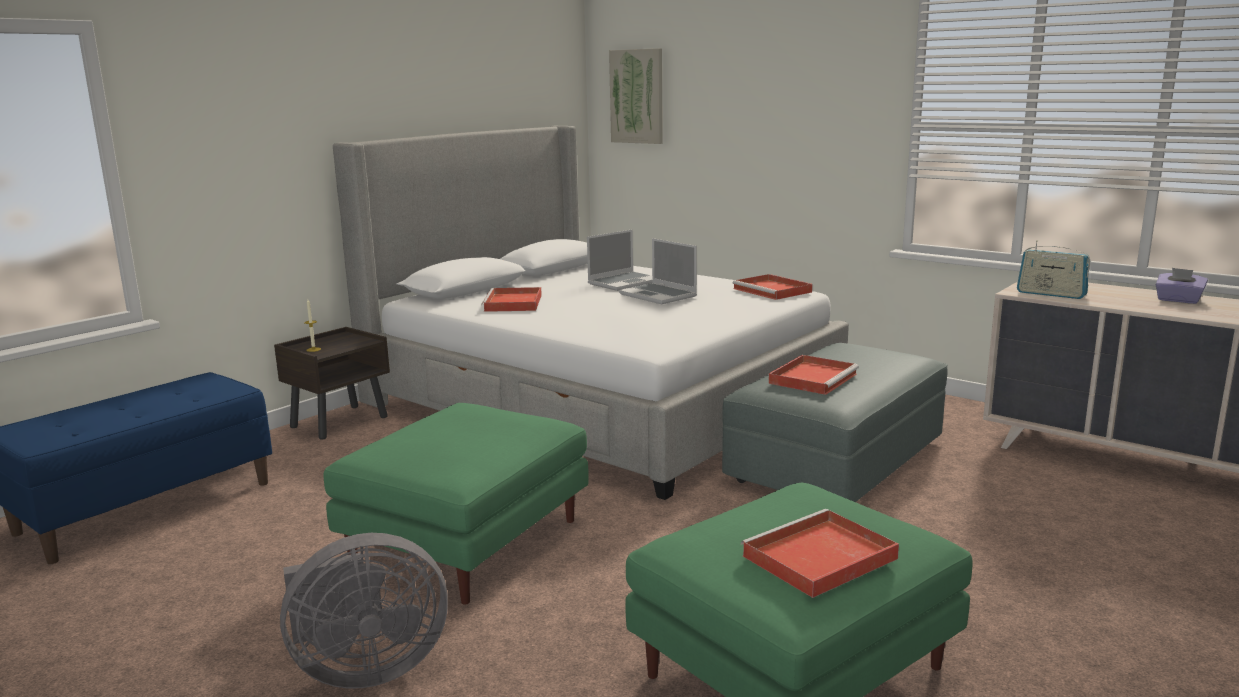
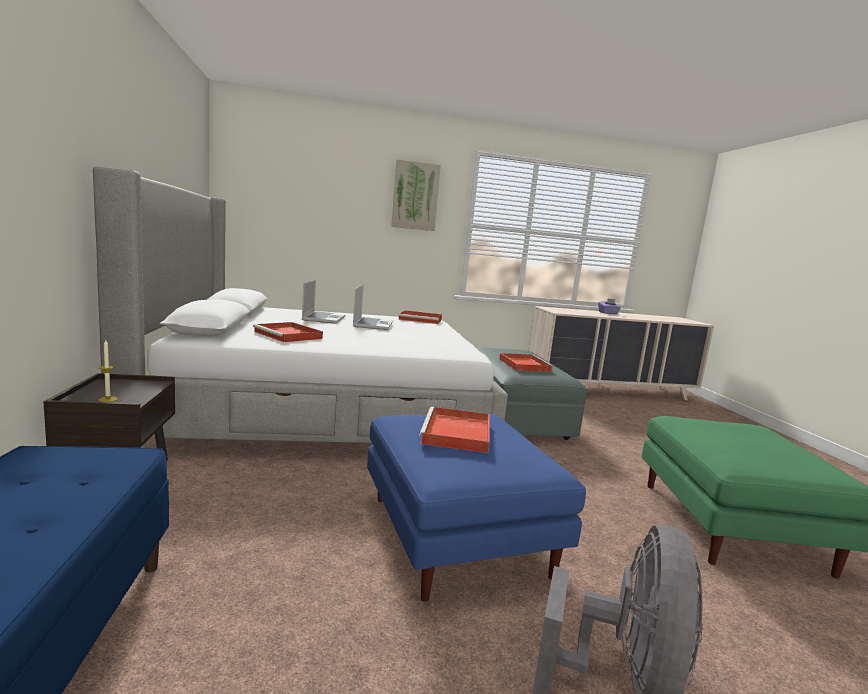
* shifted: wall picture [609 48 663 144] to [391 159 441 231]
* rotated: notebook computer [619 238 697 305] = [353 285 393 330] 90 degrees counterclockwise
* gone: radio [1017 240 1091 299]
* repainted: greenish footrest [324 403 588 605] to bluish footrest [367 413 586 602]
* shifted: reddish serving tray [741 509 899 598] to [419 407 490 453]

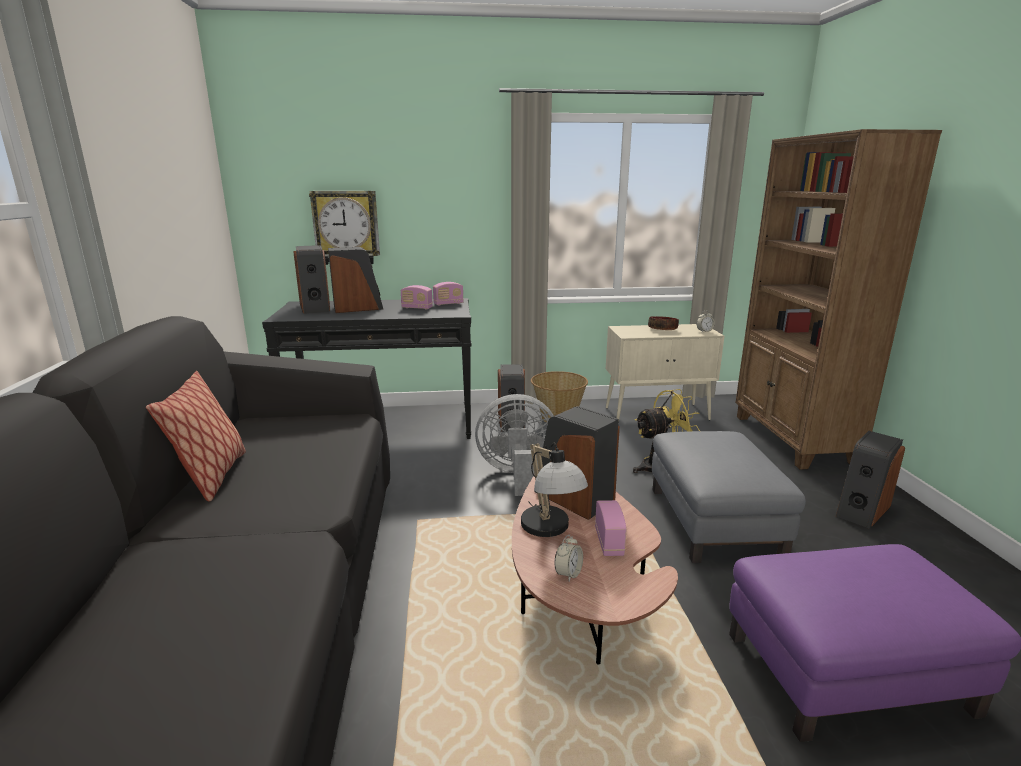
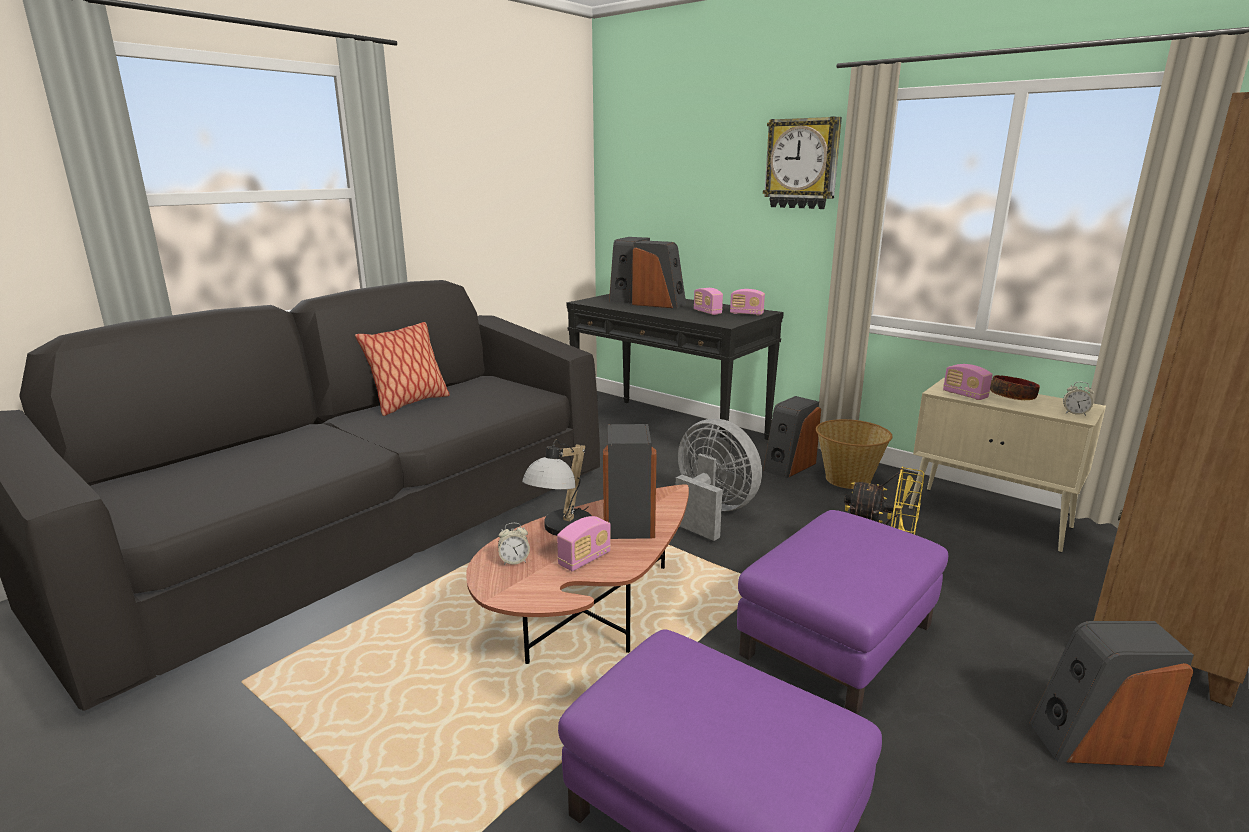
* shifted: wall clock [309 191 380 265] to [763 117 842 209]
* repainted: greyish footrest [652 431 806 563] to purplish footrest [737 510 948 714]
* new: radio [943 364 993 400]

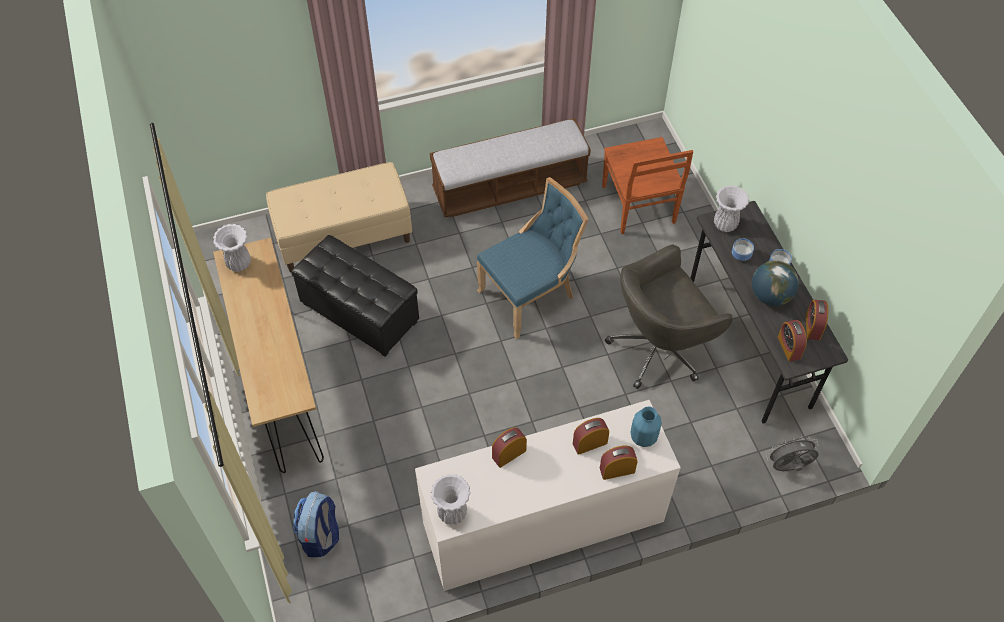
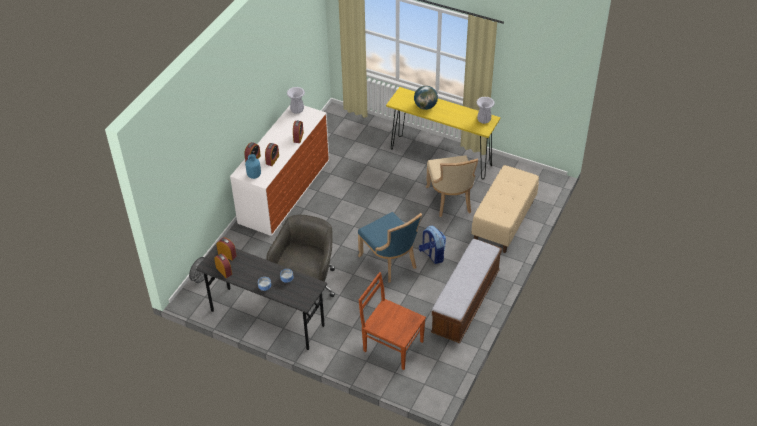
* rotated: bluish plain chair [477 177 589 339] = [358 212 422 282] 45 degrees counterclockwise
* gone: white-coloured flower vase [714 185 749 232]
* swapped: blackish footrest [291 235 419 357] to beige-coloured plain chair [426 155 478 217]
* repainted: brownish console table [213 238 324 473] to yellowish console table [386 87 500 179]
* shifted: desk globe [752 260 799 306] to [414 86 438 110]
* shifted: rucksack [293 491 339 557] to [419 226 446 264]

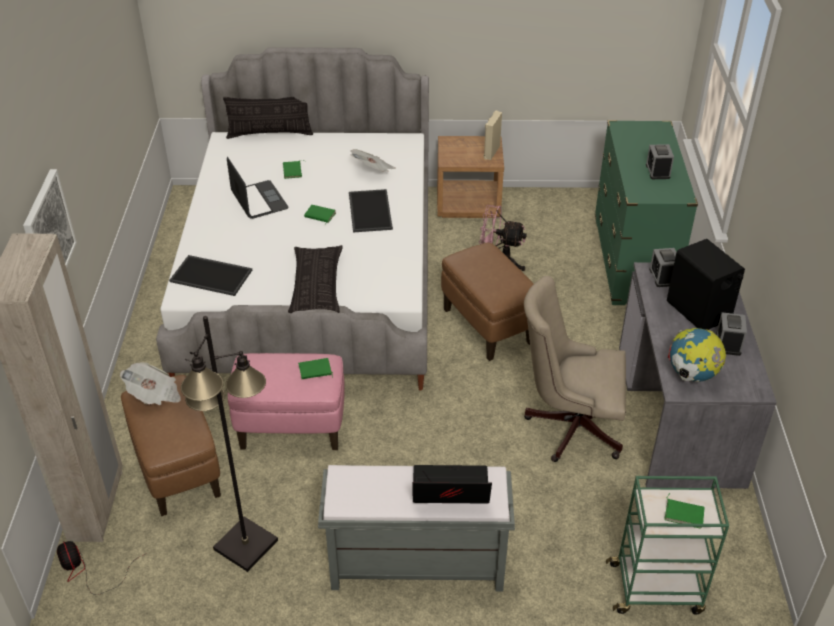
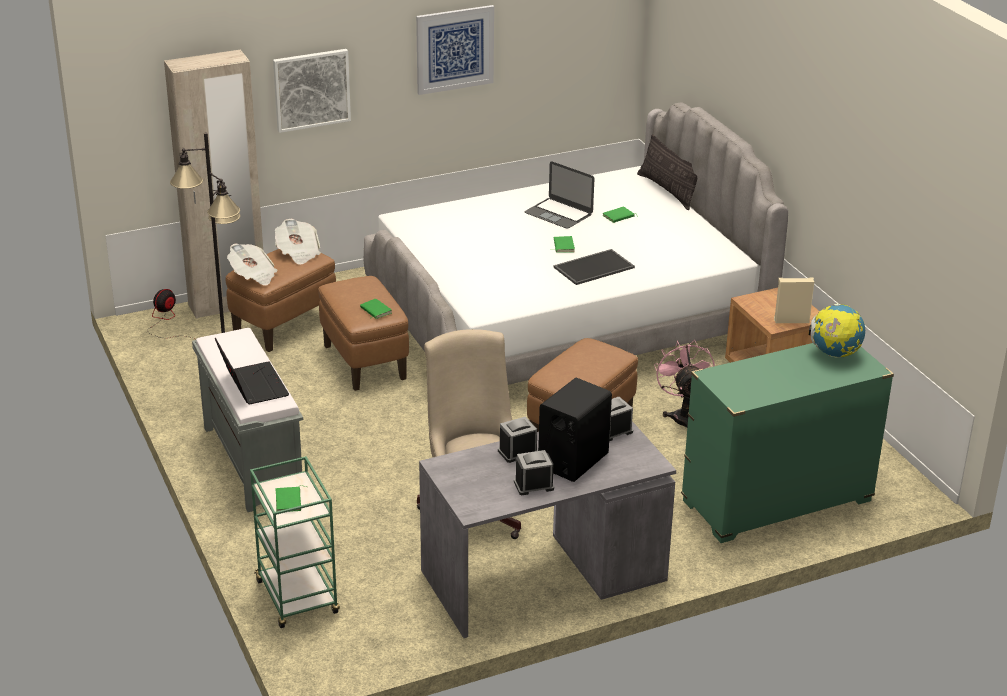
* shifted: alarm clock [646 144 674 179] to [498 417 538 463]
* shifted: newspaper [350 149 396 172] to [227 243 278 286]
* rotated: notebook computer [227 157 289 219] = [525 161 594 229] 90 degrees clockwise
* gone: cushion [288 245 343 313]
* gone: serving tray [169 255 252 296]
* shifted: desk globe [668 328 726 382] to [809 303 865 358]
* repainted: pink-coloured footrest [228 353 345 450] to brownish footrest [318 276 409 391]
* new: wall picture [416 5 494 95]

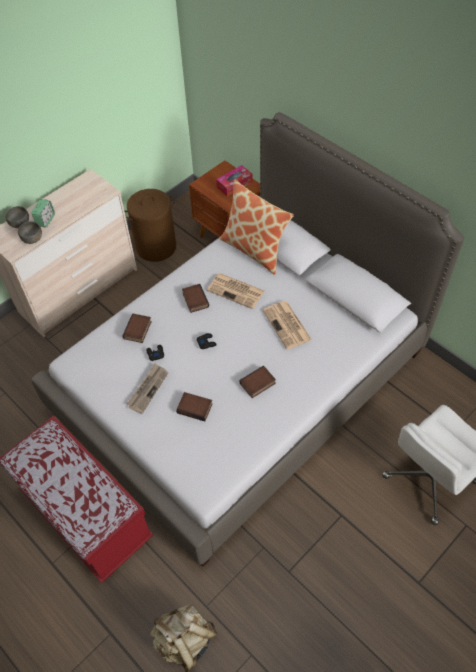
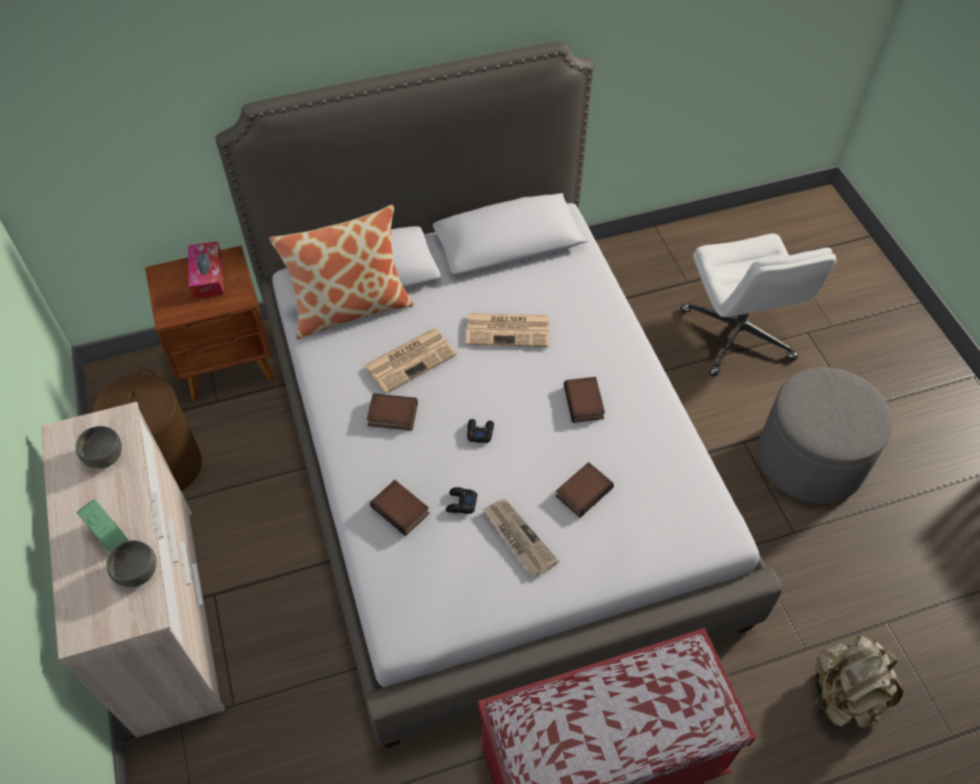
* shifted: greyish deep dish [5 206 29 228] to [76 426 122 469]
* new: greyish footrest [758 367 892 504]

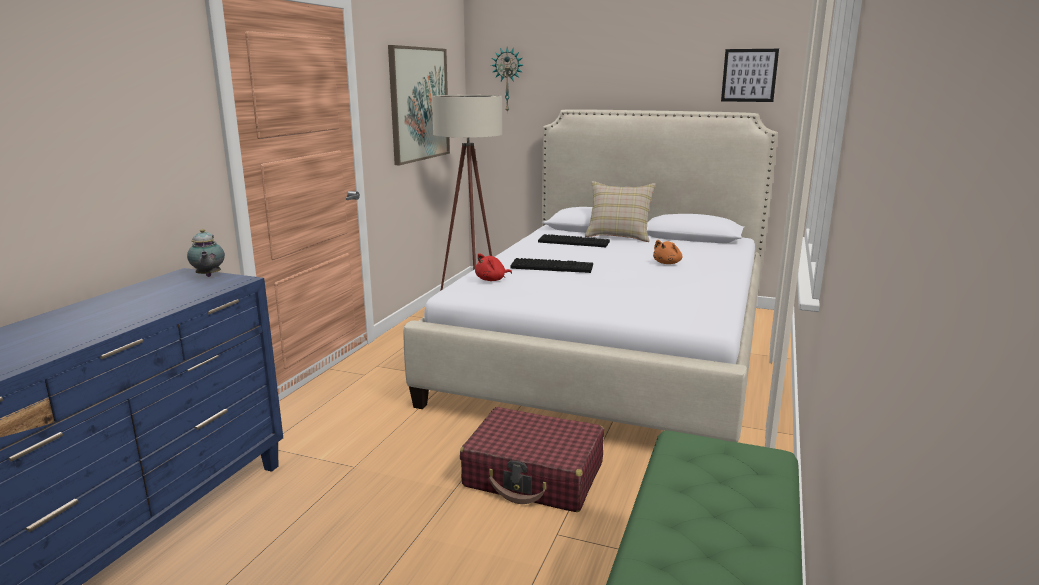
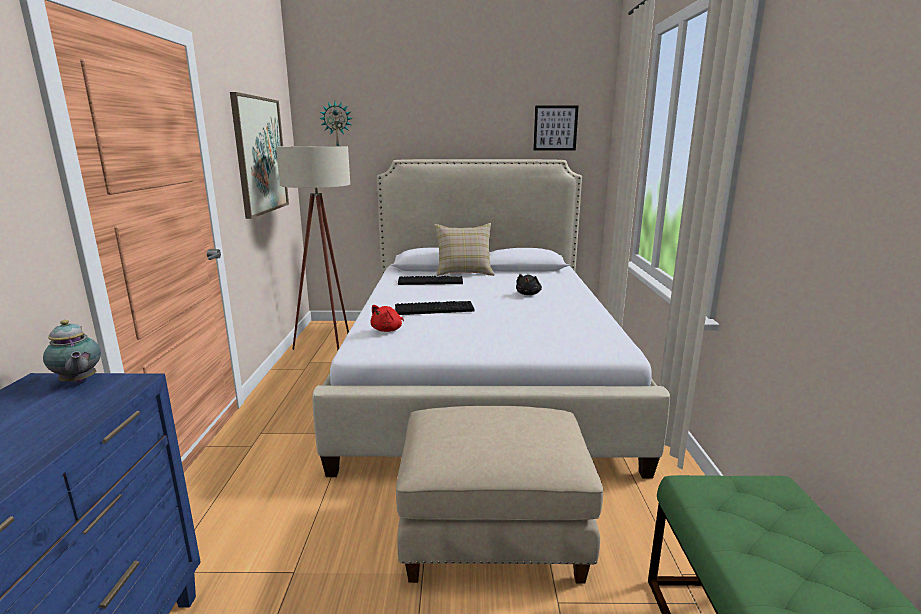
* repainted: orange-coloured cuddly toy [653 240 682 264] to blackish cuddly toy [516 274 542 295]
* swapped: reddish suitcase [460 407 604 512] to beige-coloured footrest [396 406 603 584]

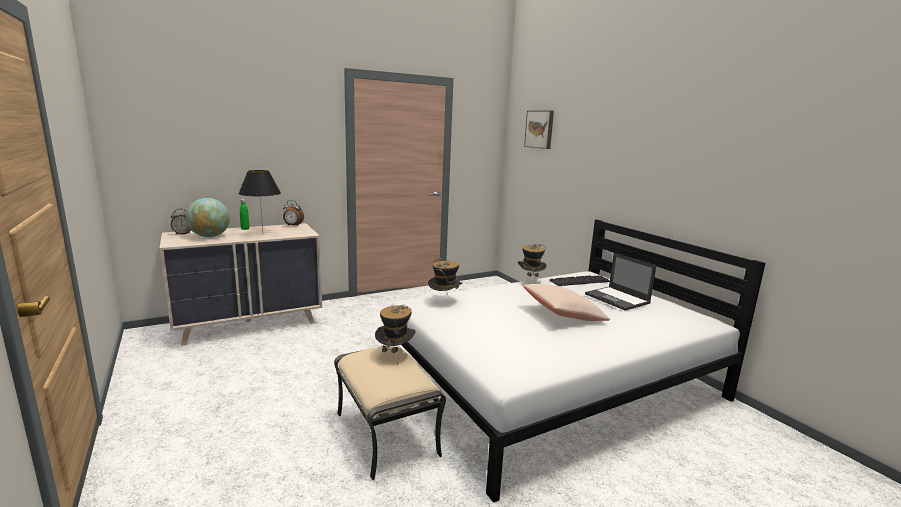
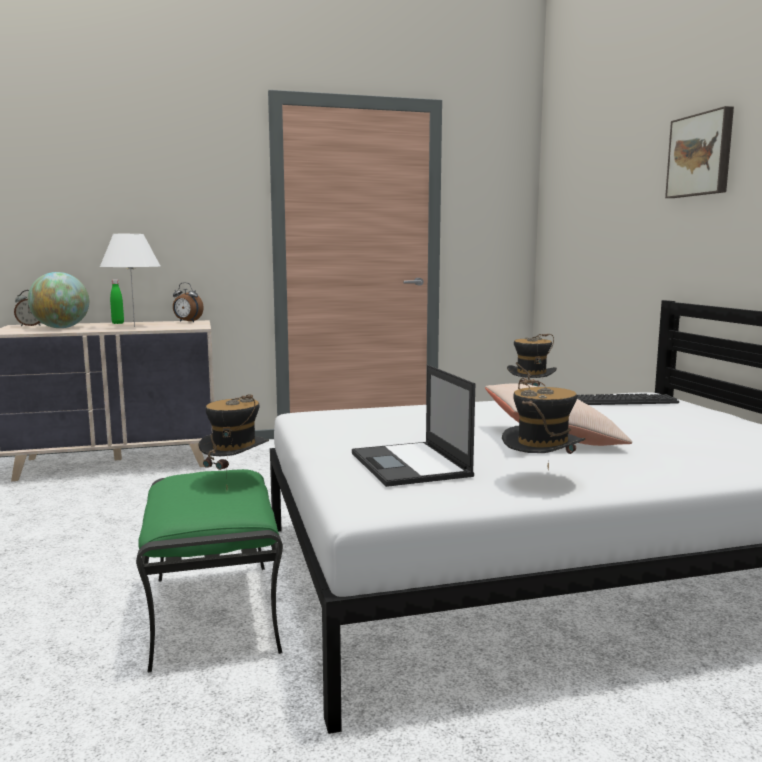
* shifted: wall picture [524 111 554 149] to [665 106 734 198]
* repainted: blackish table lamp [238 170 281 233] to white-coloured table lamp [100 234 161 327]
* shifted: notebook computer [585 253 656 310] to [352 365 475 487]
* shifted: hat [428 257 463 295] to [502 378 585 470]
* repainted: beige-coloured footrest [334 345 446 481] to greenish footrest [136 469 283 673]

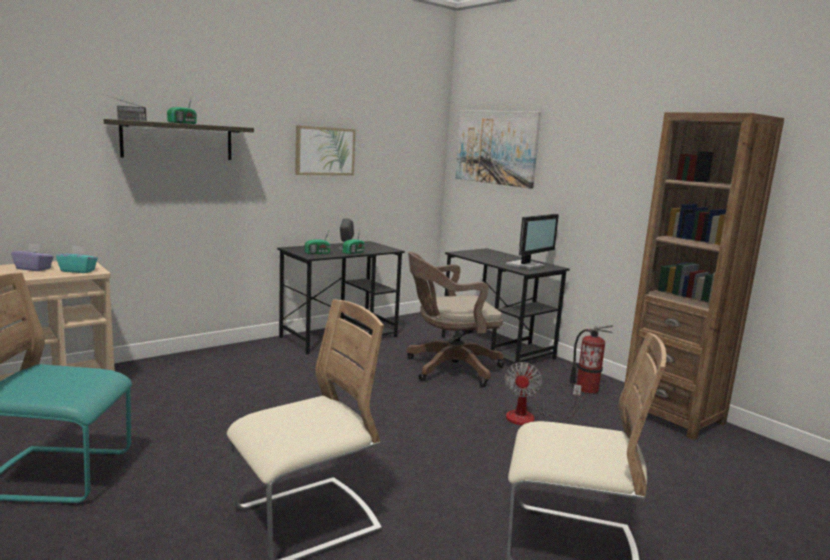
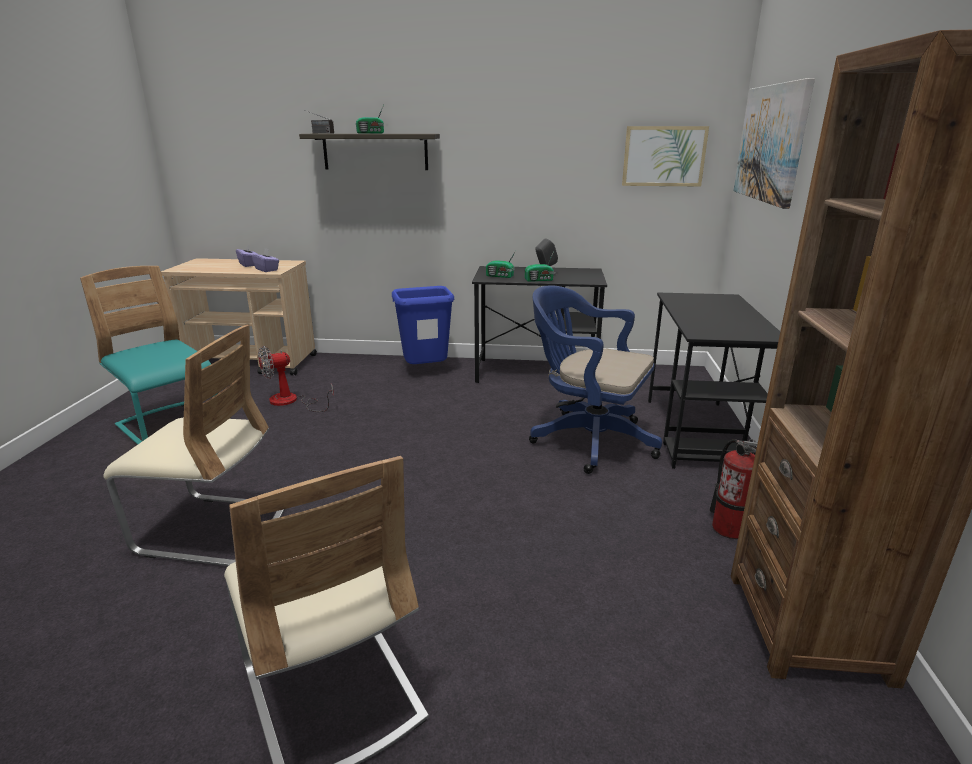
* shifted: wall picture [295 125 356 176] to [622 126 709 186]
* gone: computer display [506 214 559 270]
* repainted: blue-green tissue holder [56 246 98 273] to purplish tissue holder [252 248 279 272]
* repainted: brownish computer chair [406 252 504 387] to bluish computer chair [529 285 662 474]
* shifted: electric fan [504 362 582 425] to [258 346 334 412]
* new: bluish waste bin [392 286 454 364]

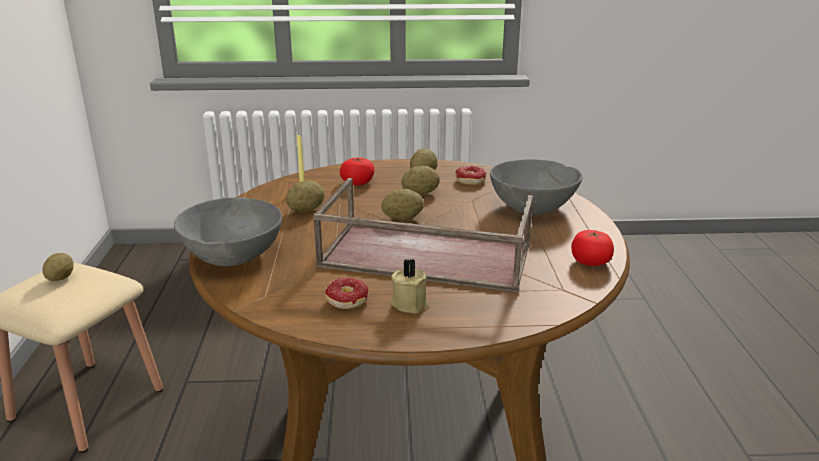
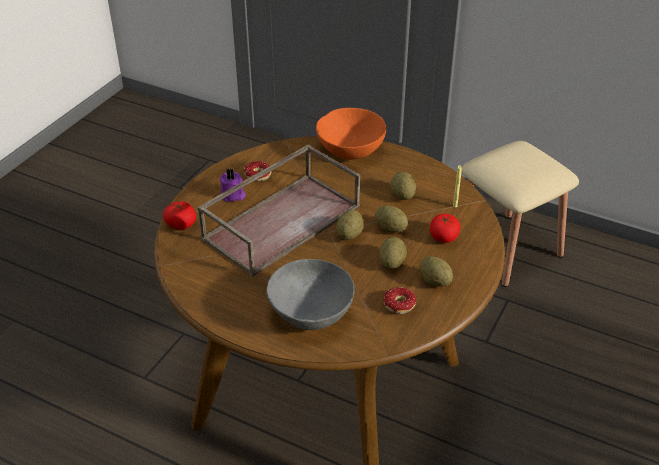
* repainted: greyish deep dish [174 197 282 266] to orange-coloured deep dish [316 108 386 160]
* shifted: fresh tomato [571 230 614 266] to [163 200 196 230]
* shifted: spud [42 253 74 281] to [375 205 408 233]
* repainted: beige-coloured candle [390 259 428 314] to purplish candle [220 168 246 201]

